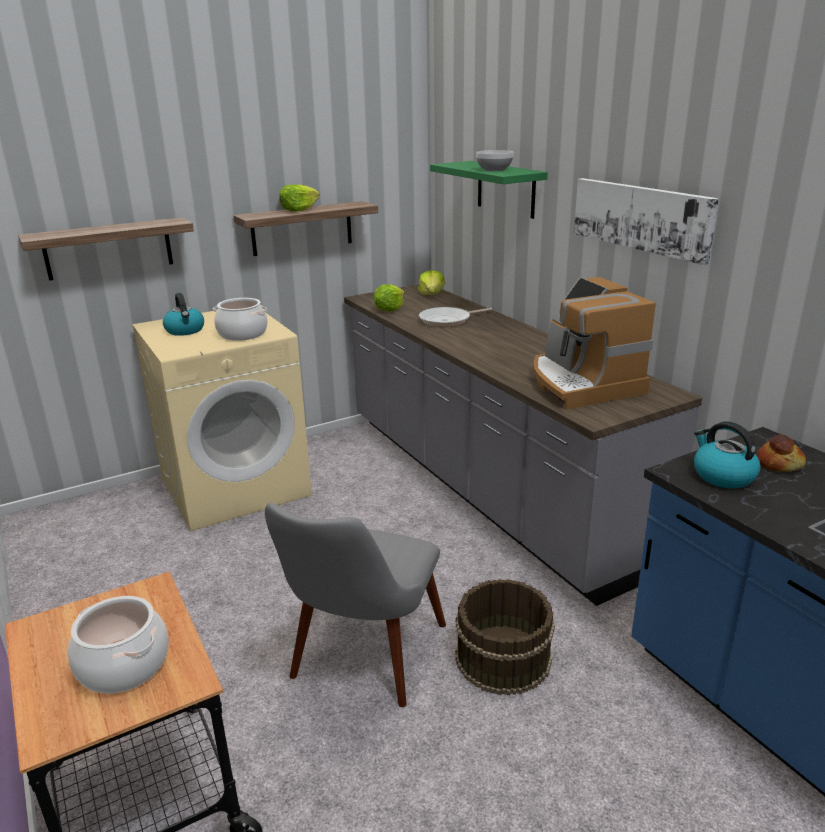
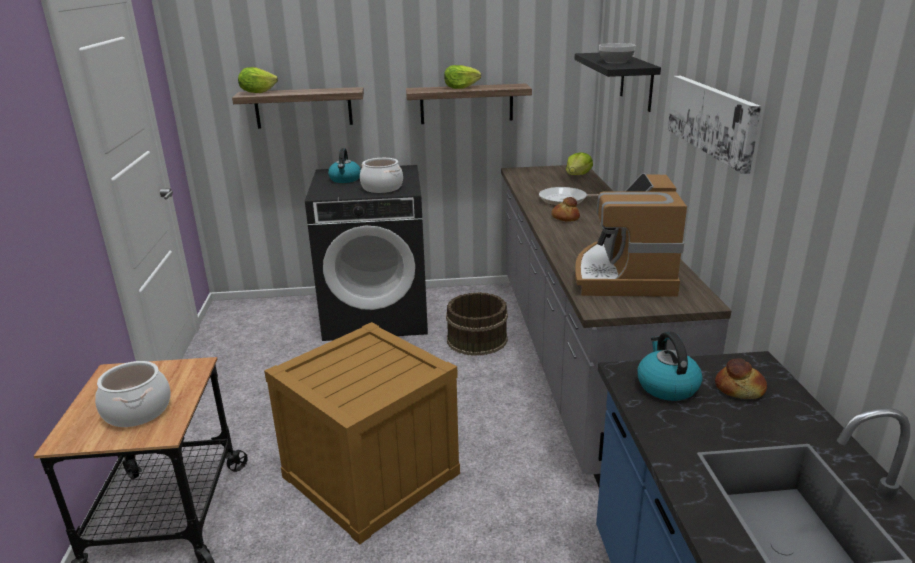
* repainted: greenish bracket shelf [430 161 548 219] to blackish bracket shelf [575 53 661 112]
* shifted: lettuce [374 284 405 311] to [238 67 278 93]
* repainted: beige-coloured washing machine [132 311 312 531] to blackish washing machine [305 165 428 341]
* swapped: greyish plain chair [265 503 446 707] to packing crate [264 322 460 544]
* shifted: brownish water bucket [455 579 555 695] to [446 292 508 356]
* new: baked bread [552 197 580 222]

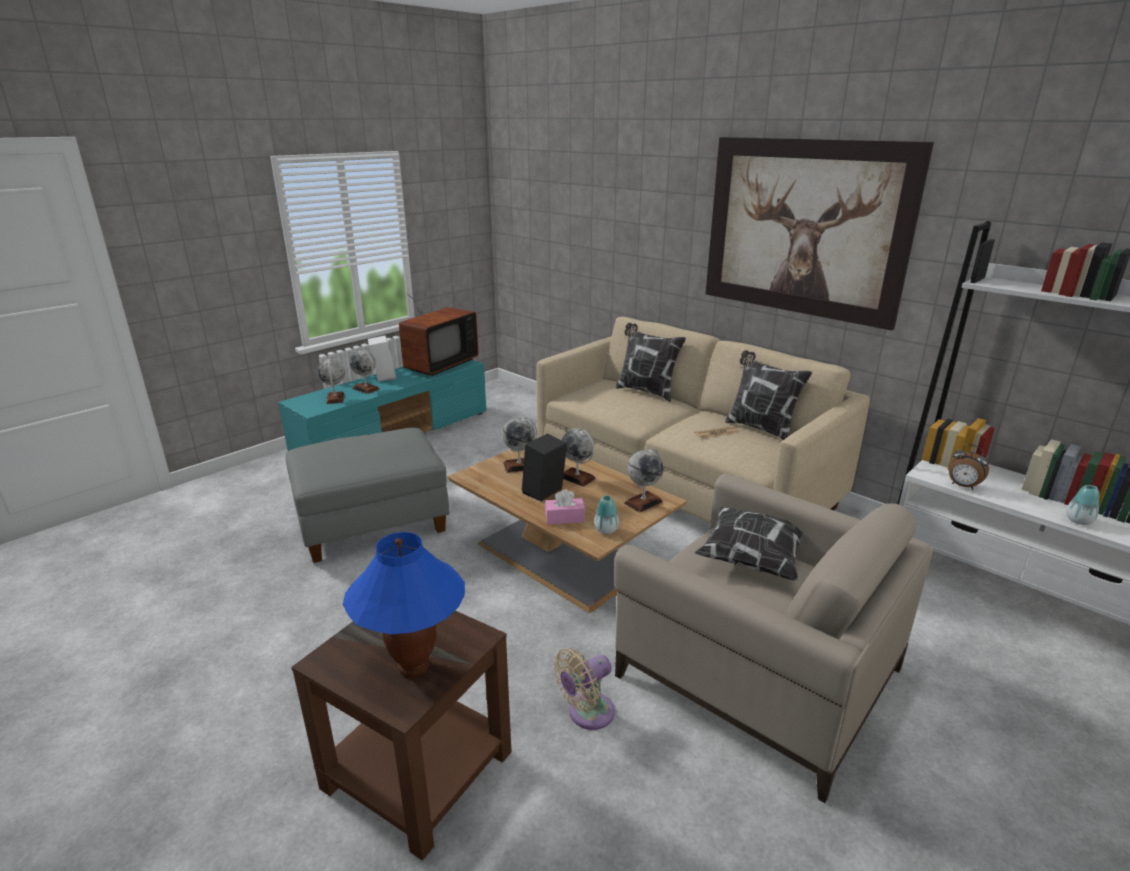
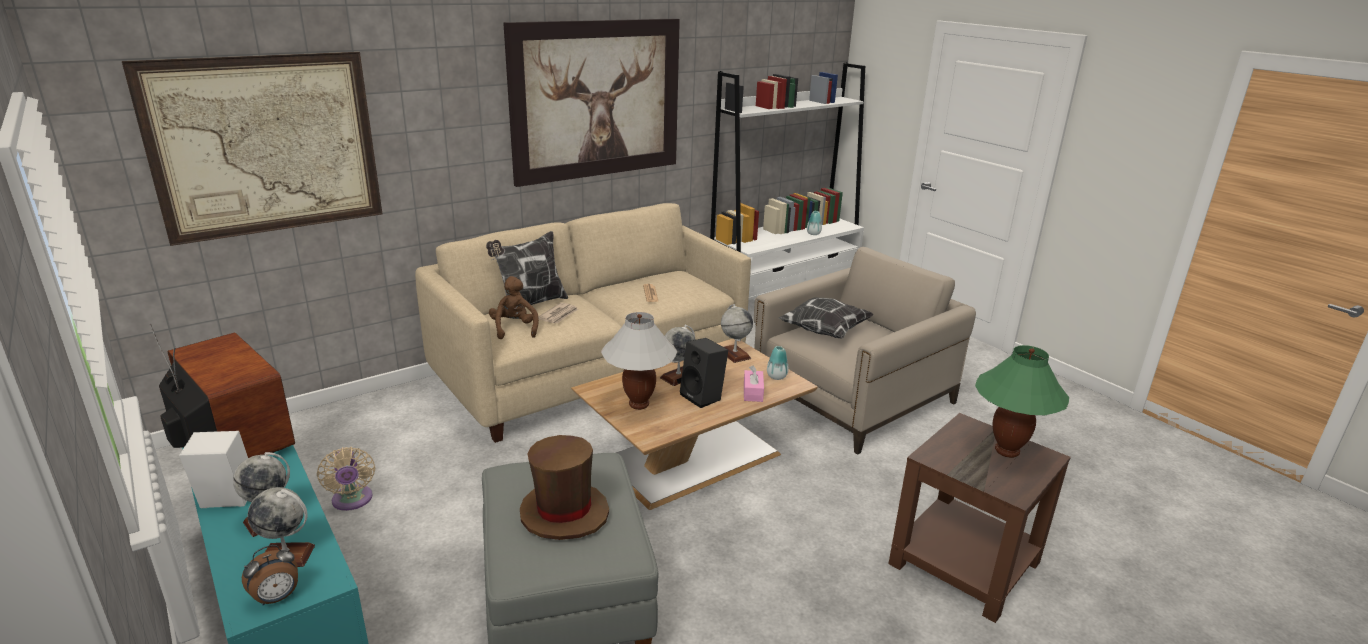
* gone: cushion [725 350 812 440]
* swapped: desk globe [502 417 537 473] to white-coloured table lamp [601 312 677 410]
* shifted: alarm clock [949 444 989 490] to [242 545 298 606]
* repainted: bluish table lamp [343 532 465 677] to greenish table lamp [975 345 1069 458]
* shifted: beige-coloured electric fan [554 648 615 730] to [317 447 375 511]
* new: wall picture [122 52 382 246]
* new: brownish cuddly toy [489 276 539 339]
* new: newspaper [538 302 578 323]
* new: brownish hat [520 435 609 540]

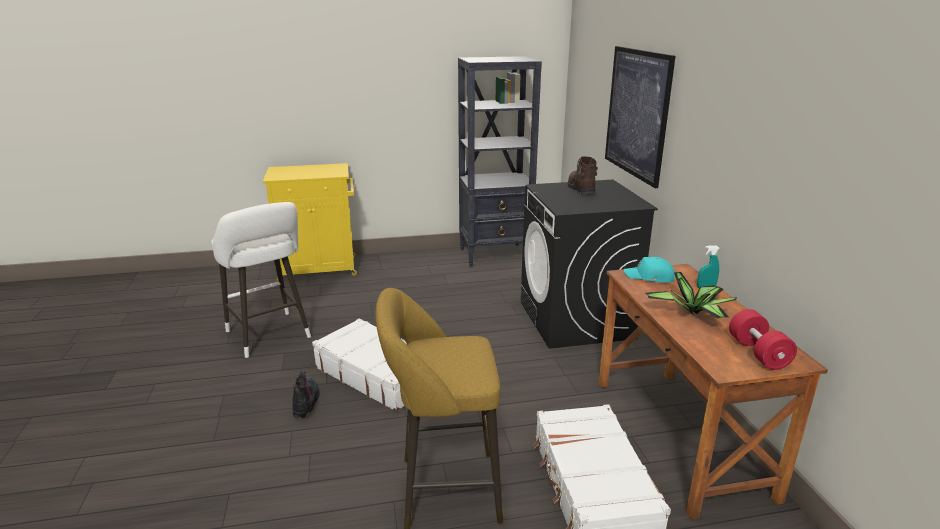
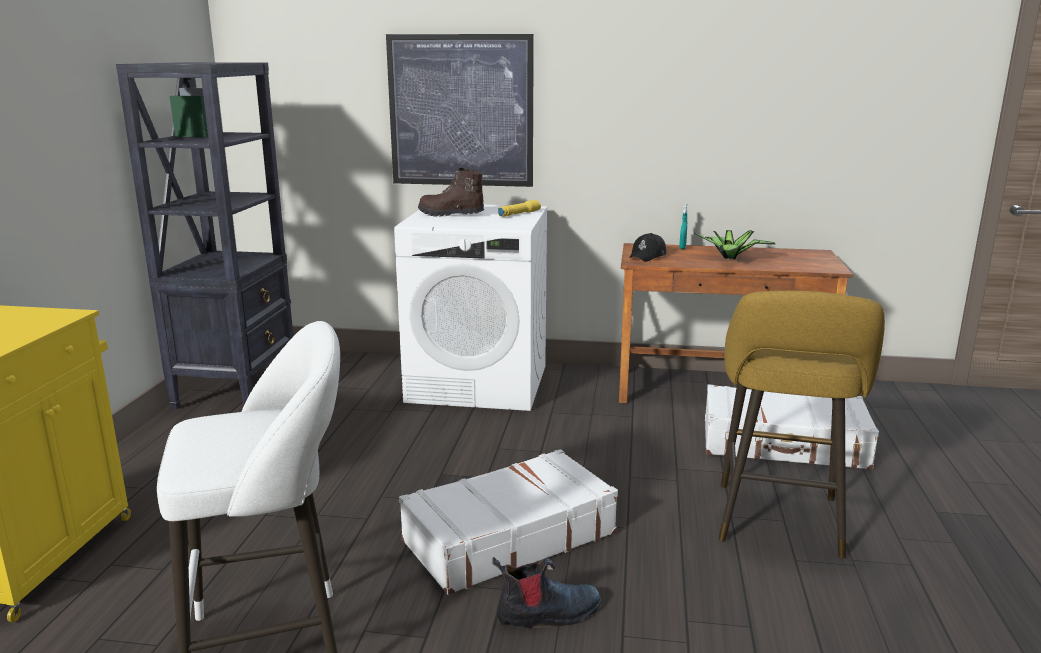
* repainted: blackish washing machine [521 179 658 349] to white-coloured washing machine [394 205 548 411]
* repainted: blue-green cap [624 257 675 283] to blackish cap [629 233 666 262]
* gone: reddish free weight [729 309 797 370]
* rotated: high-top boot [292 371 320 419] = [492 557 601 628] 150 degrees clockwise
* new: yellowish hand torch [498 200 541 217]

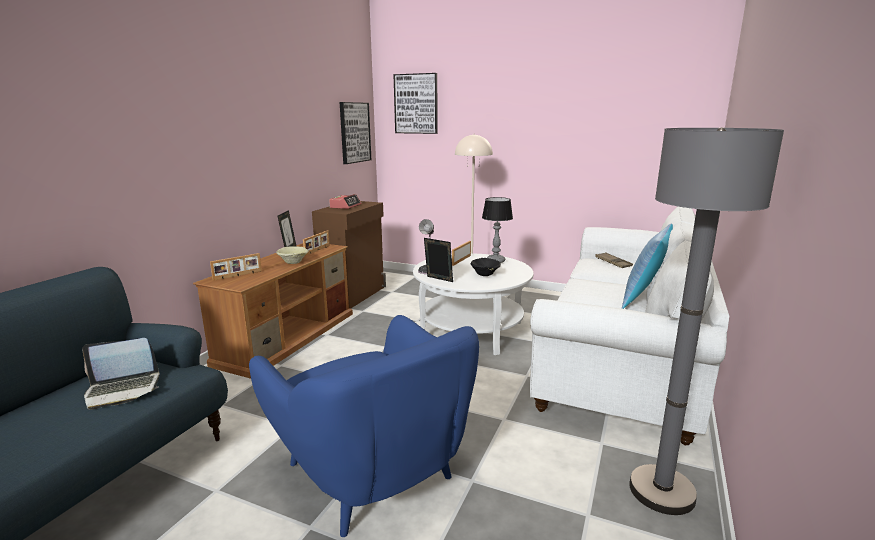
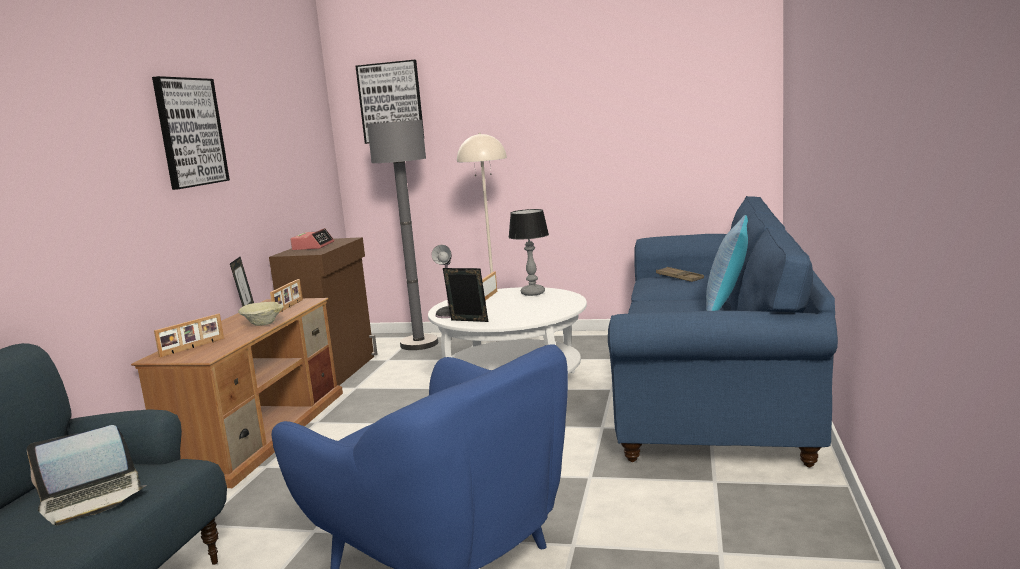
* shifted: wall picture [340 102 371 164] to [152 76 230 190]
* shifted: greyish standing lamp [629 127 784 515] to [367 120 438 350]
* repainted: white-coloured couch [530 207 729 445] to bluish couch [608 196 838 467]
* gone: blackish deep dish [471 258 501 276]

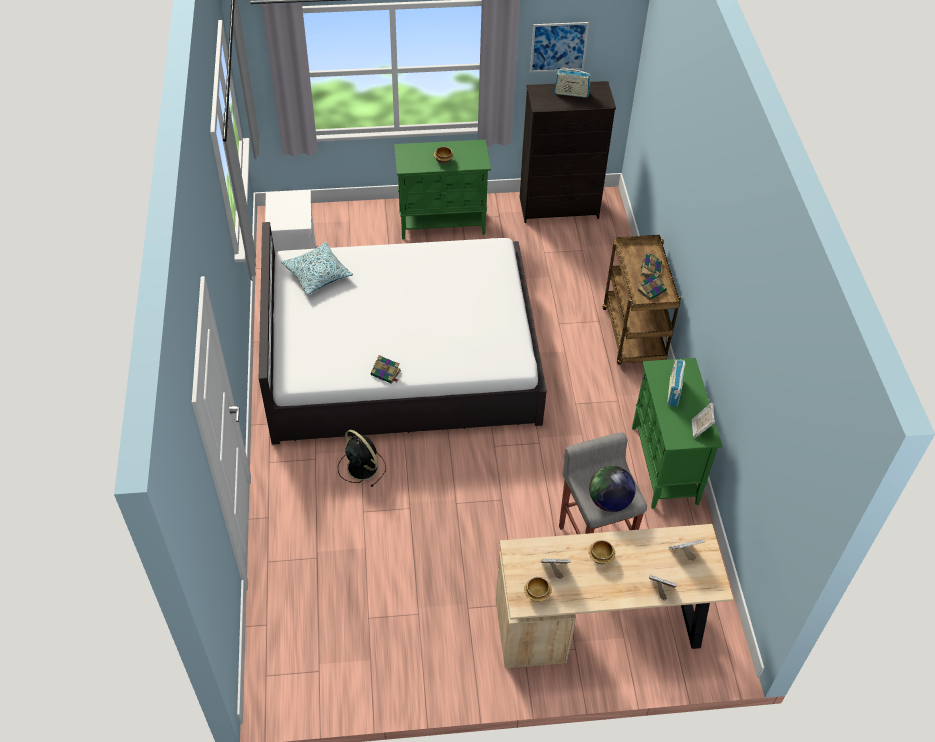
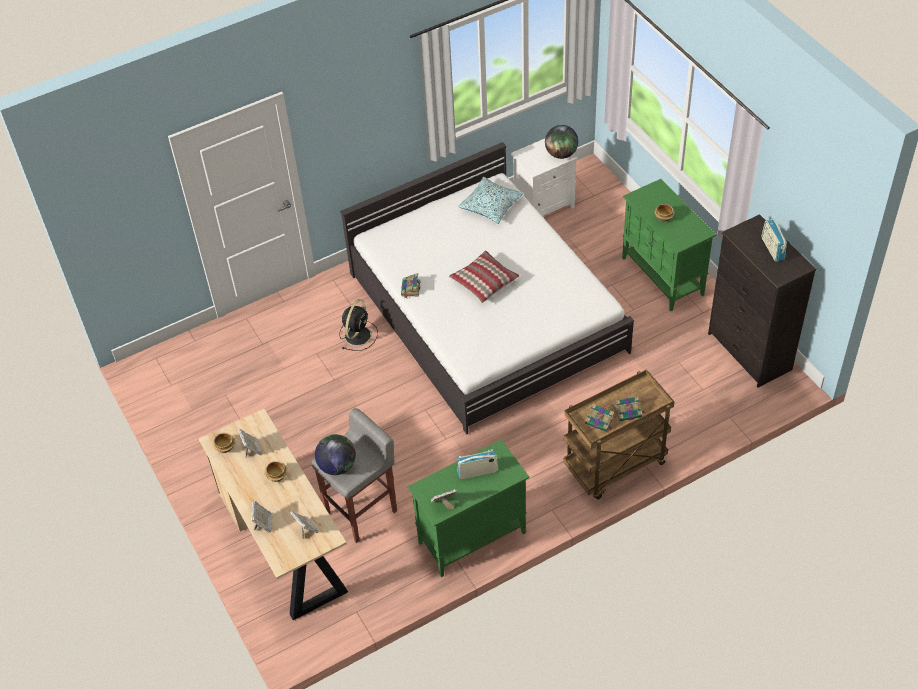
* gone: wall picture [530 22 589 72]
* new: desk globe [545 125 578 159]
* new: cushion [449 251 519 303]

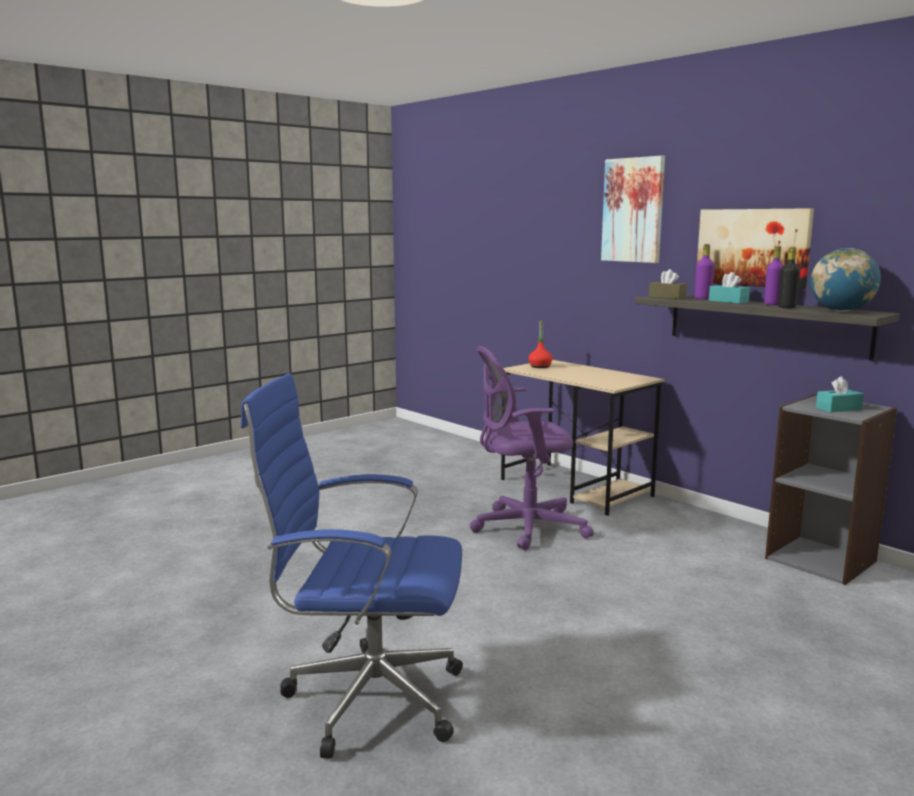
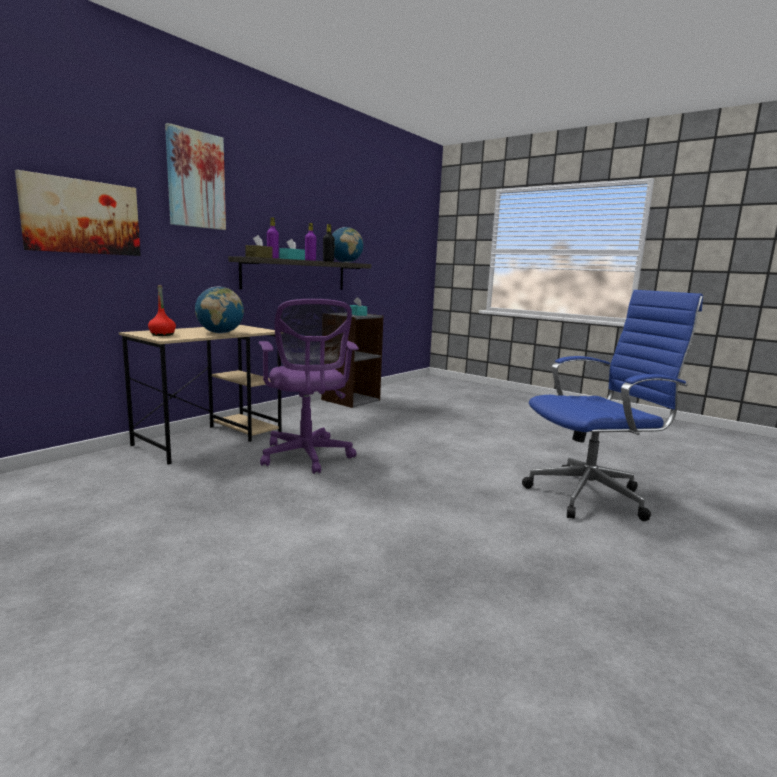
* shifted: wall picture [697 208 814 289] to [15 170 141 256]
* rotated: bluish computer chair [240 373 463 759] = [522 290 703 521] 105 degrees counterclockwise
* new: desk globe [195 287 244 334]

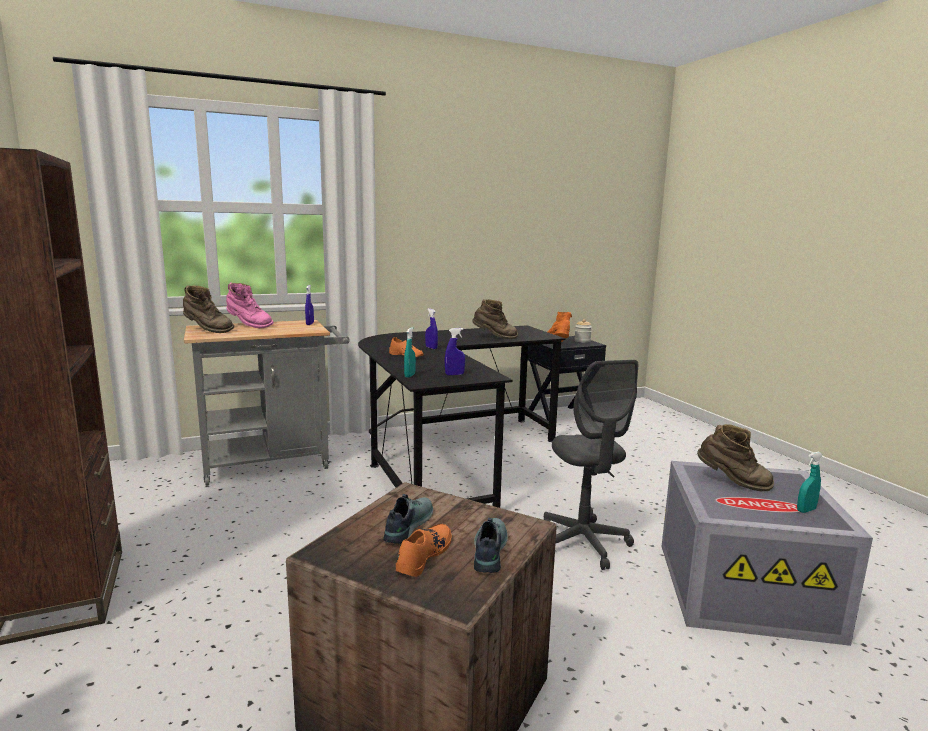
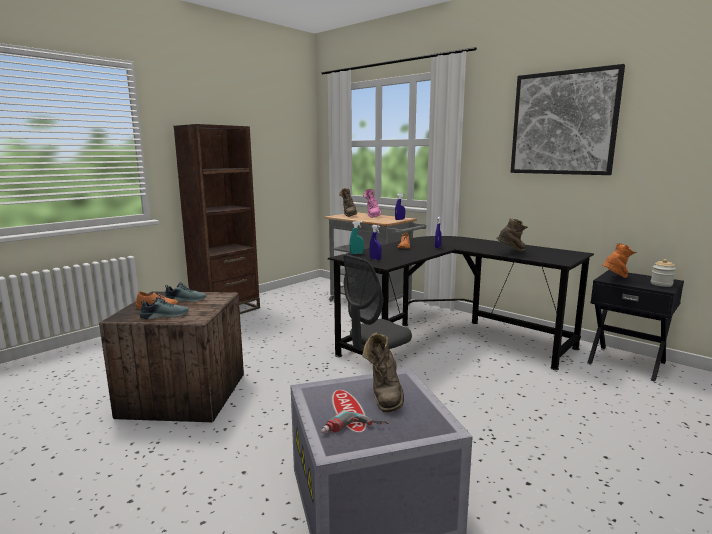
* rotated: brownish high-top boot [472 299 518 339] = [496 219 528 252] 105 degrees counterclockwise
* swapped: blue-green hand sprayer [797 452 823 513] to drill [321 409 388 433]
* new: wall picture [510 64 625 175]

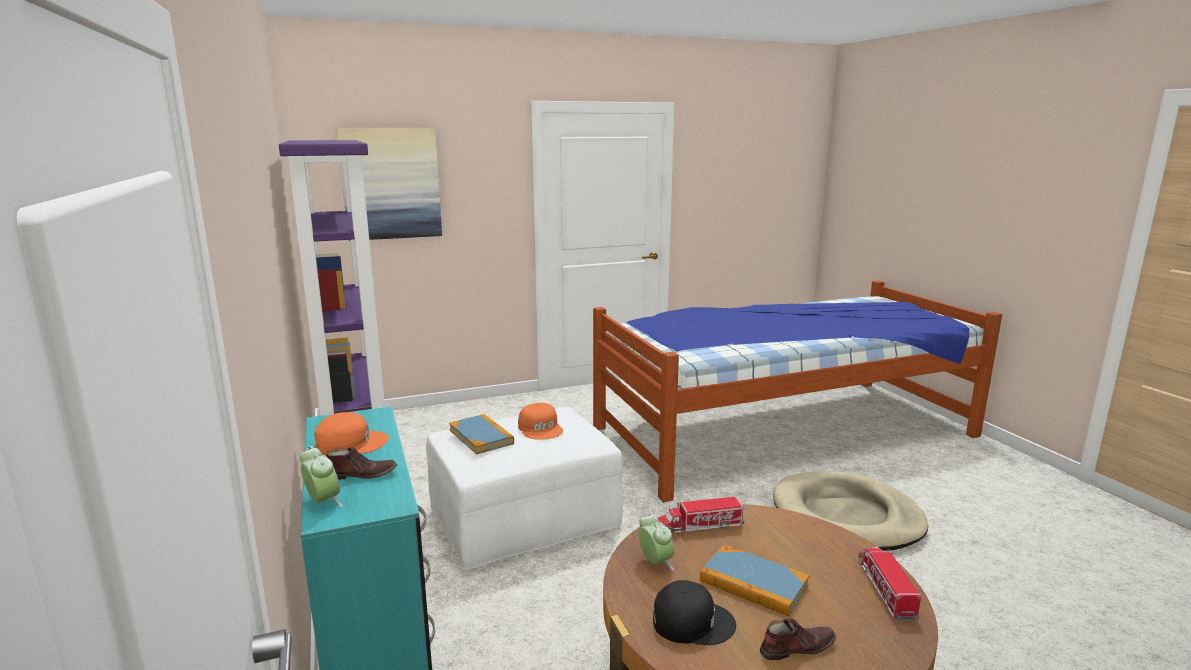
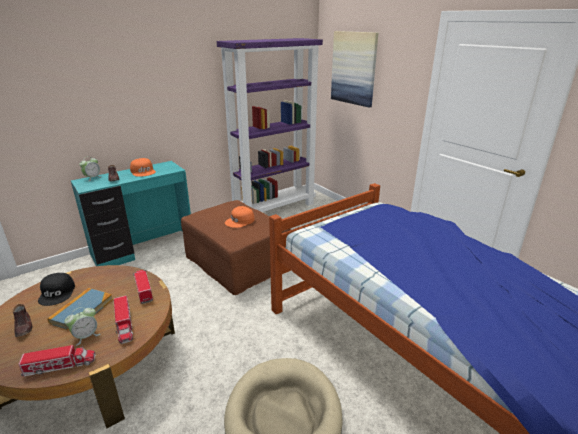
* repainted: white-coloured footrest [426 407 623 570] to brownish footrest [181 200 291 295]
* gone: bound book [449 414 514 455]
* shifted: alarm clock [639 514 674 571] to [65 307 100 346]
* new: model truck [114 296 133 344]

